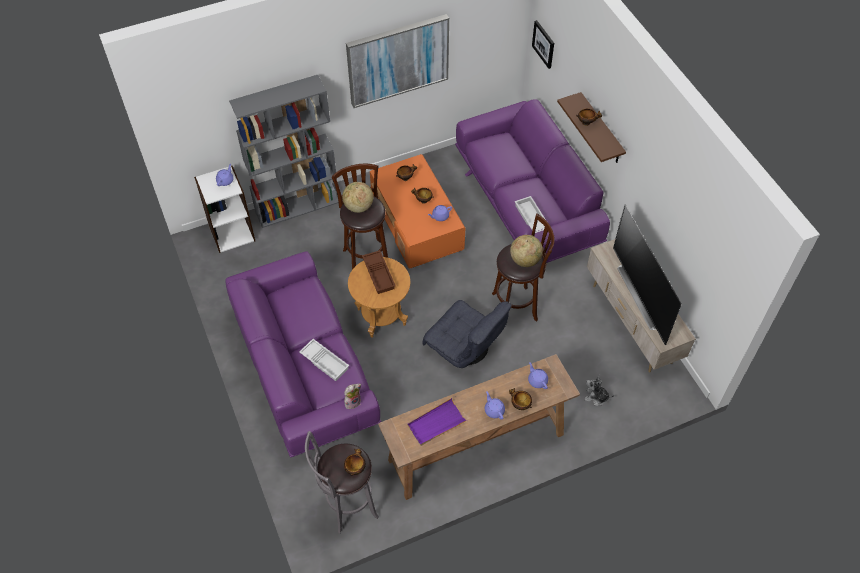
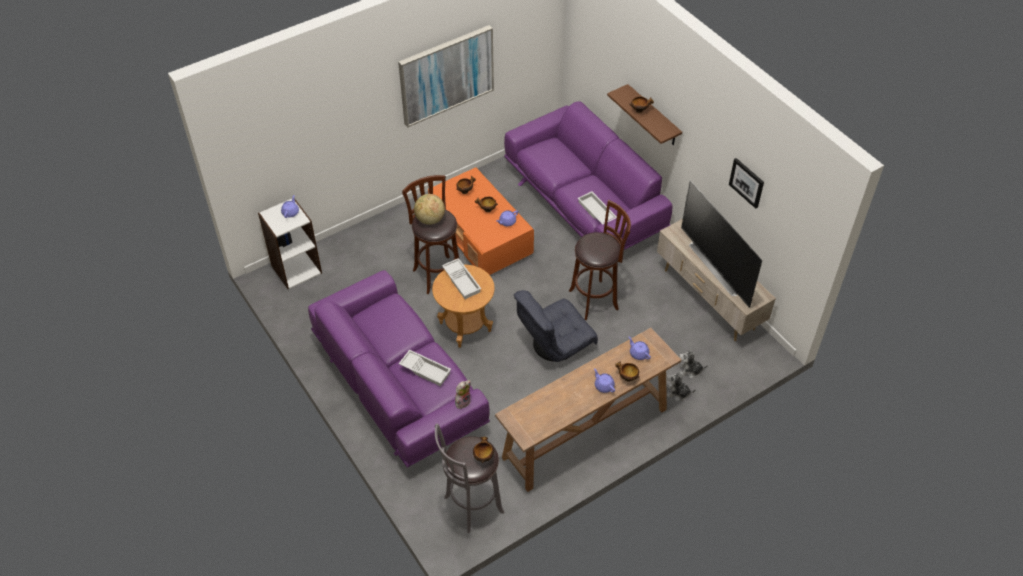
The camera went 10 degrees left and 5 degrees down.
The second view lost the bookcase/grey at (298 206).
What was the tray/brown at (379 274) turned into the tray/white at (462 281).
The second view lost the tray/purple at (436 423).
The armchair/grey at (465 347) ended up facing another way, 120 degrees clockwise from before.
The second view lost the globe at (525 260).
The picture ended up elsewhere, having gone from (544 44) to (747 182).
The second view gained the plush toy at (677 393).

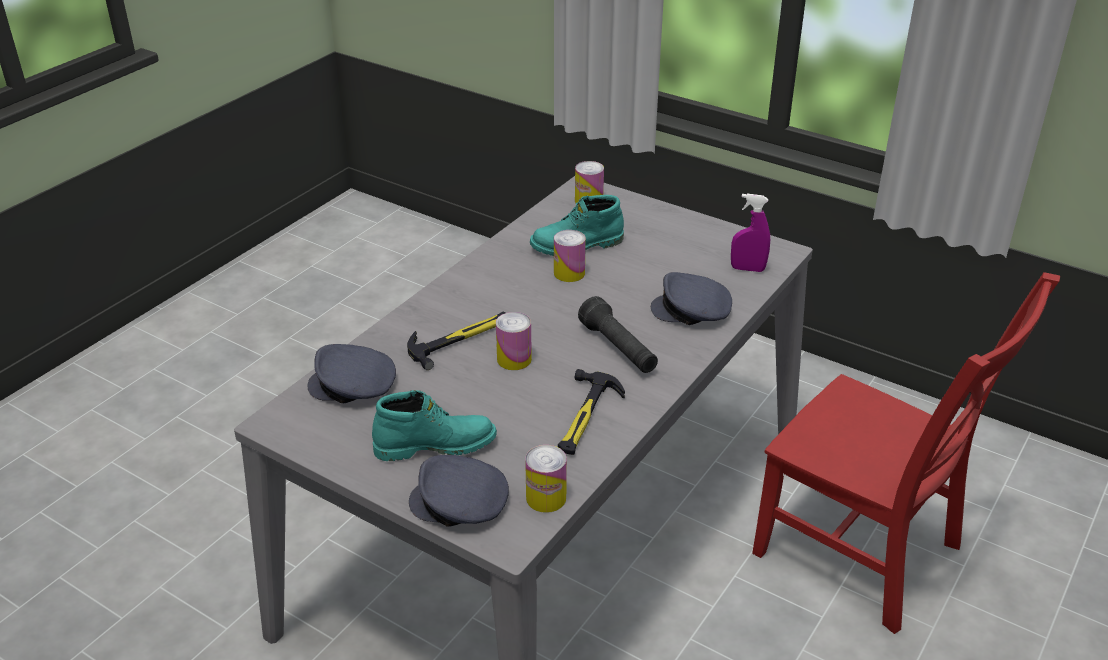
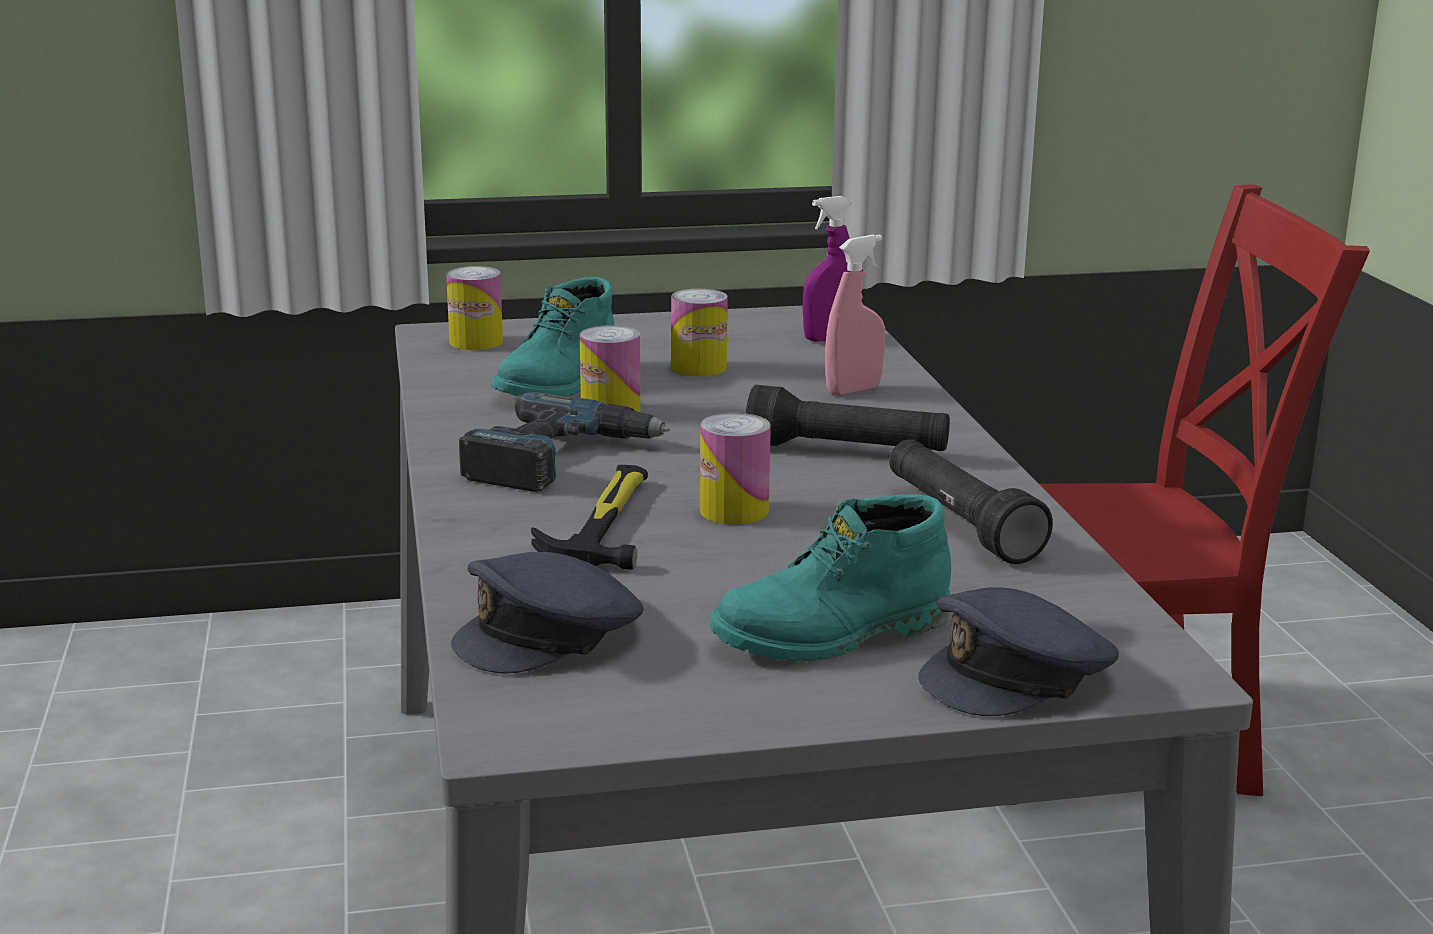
The camera went 45 degrees left and 15 degrees down.
The boot/turquoise at (435 444) ended up facing another way, 150 degrees counterclockwise from before.
The can ended up elsewhere, having gone from (546 498) to (699 367).
Where the hammer stood at (585 417), the flashlight/black came to stand at (959 523).
Where the cap/grey stood at (692 311), the spray bottle/pink came to stand at (853 390).
The second view gained the power drill at (560 459).

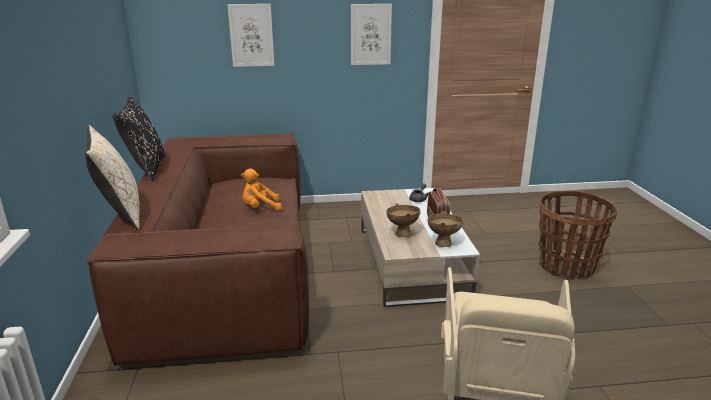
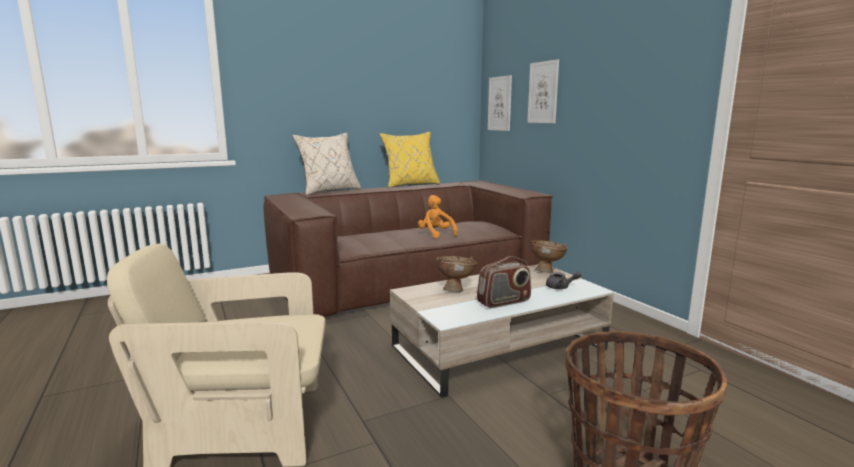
The camera went 70 degrees right and 10 degrees down.
What was the pillow/black at (146 169) turned into the pillow/yellow at (410 185).
The picture ended up elsewhere, having gone from (370 34) to (499 103).
The bowl/brown ended up elsewhere, having gone from (443 242) to (548 271).

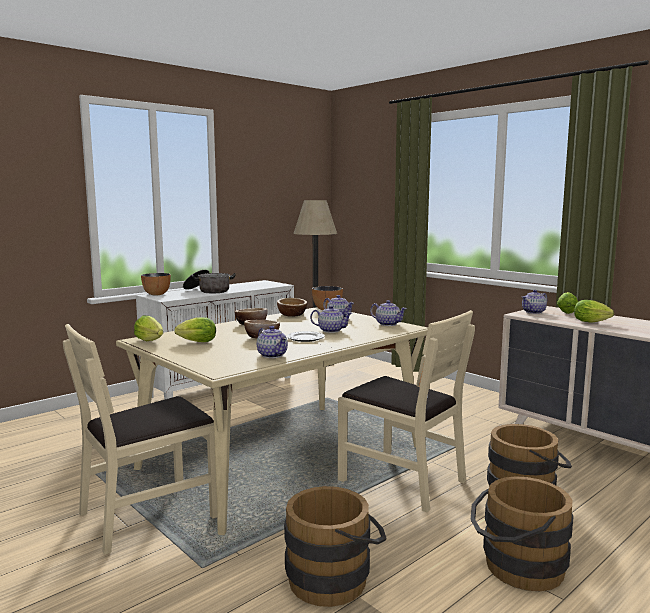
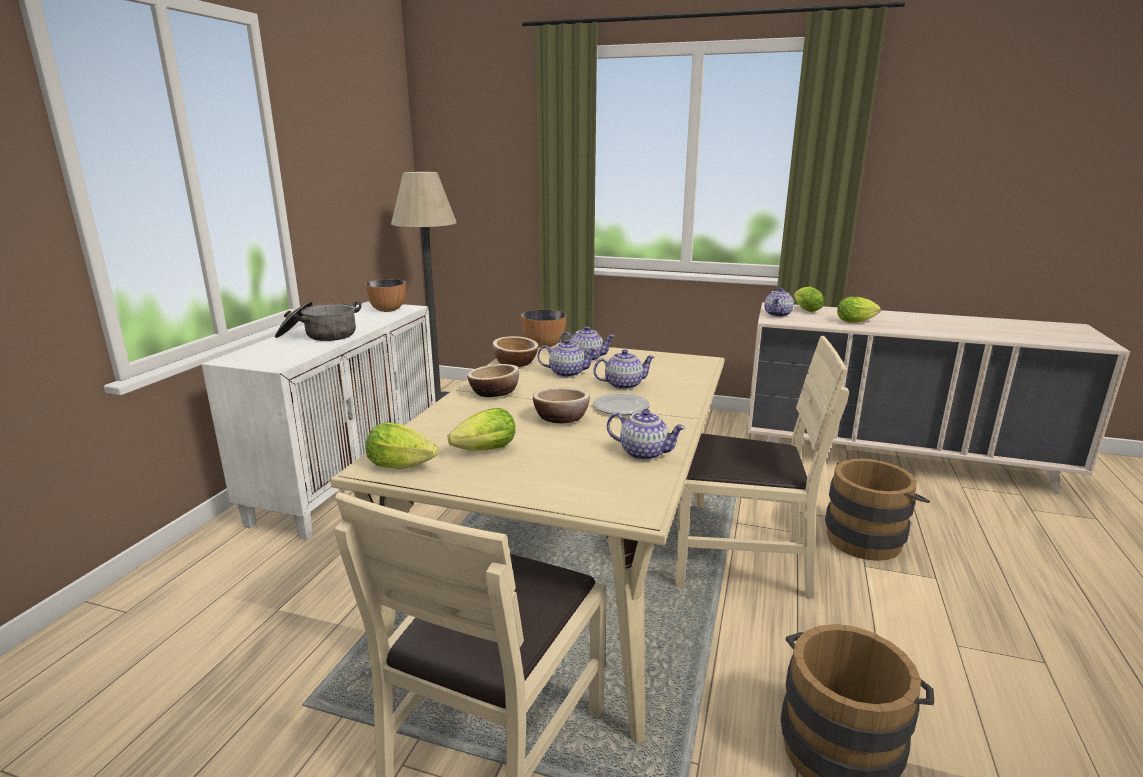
The camera went 30 degrees left and 10 degrees up.
The bowl ended up elsewhere, having gone from (157 294) to (388 310).
The teapot ended up elsewhere, having gone from (387 324) to (567 373).
The second view lost the bucket/brown at (516 567).

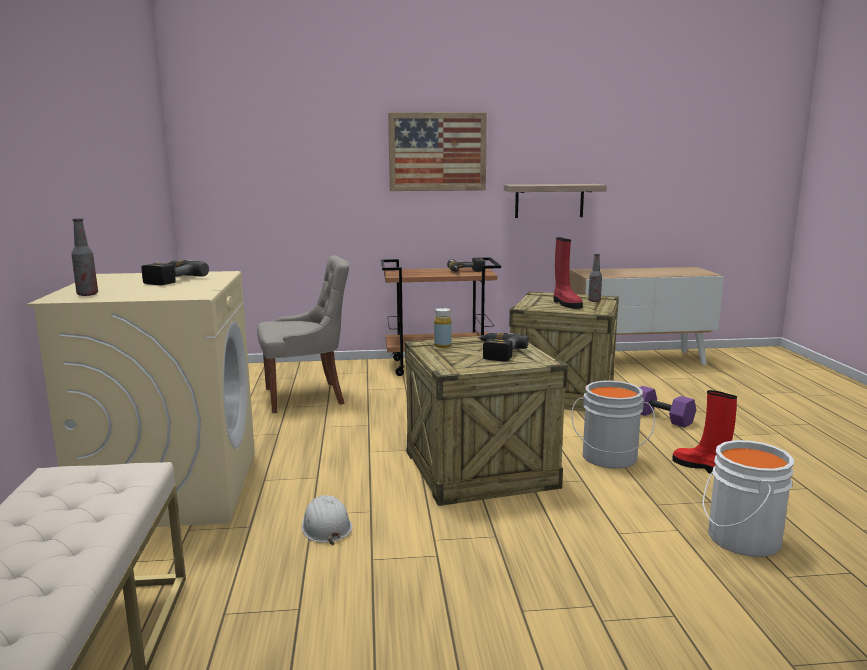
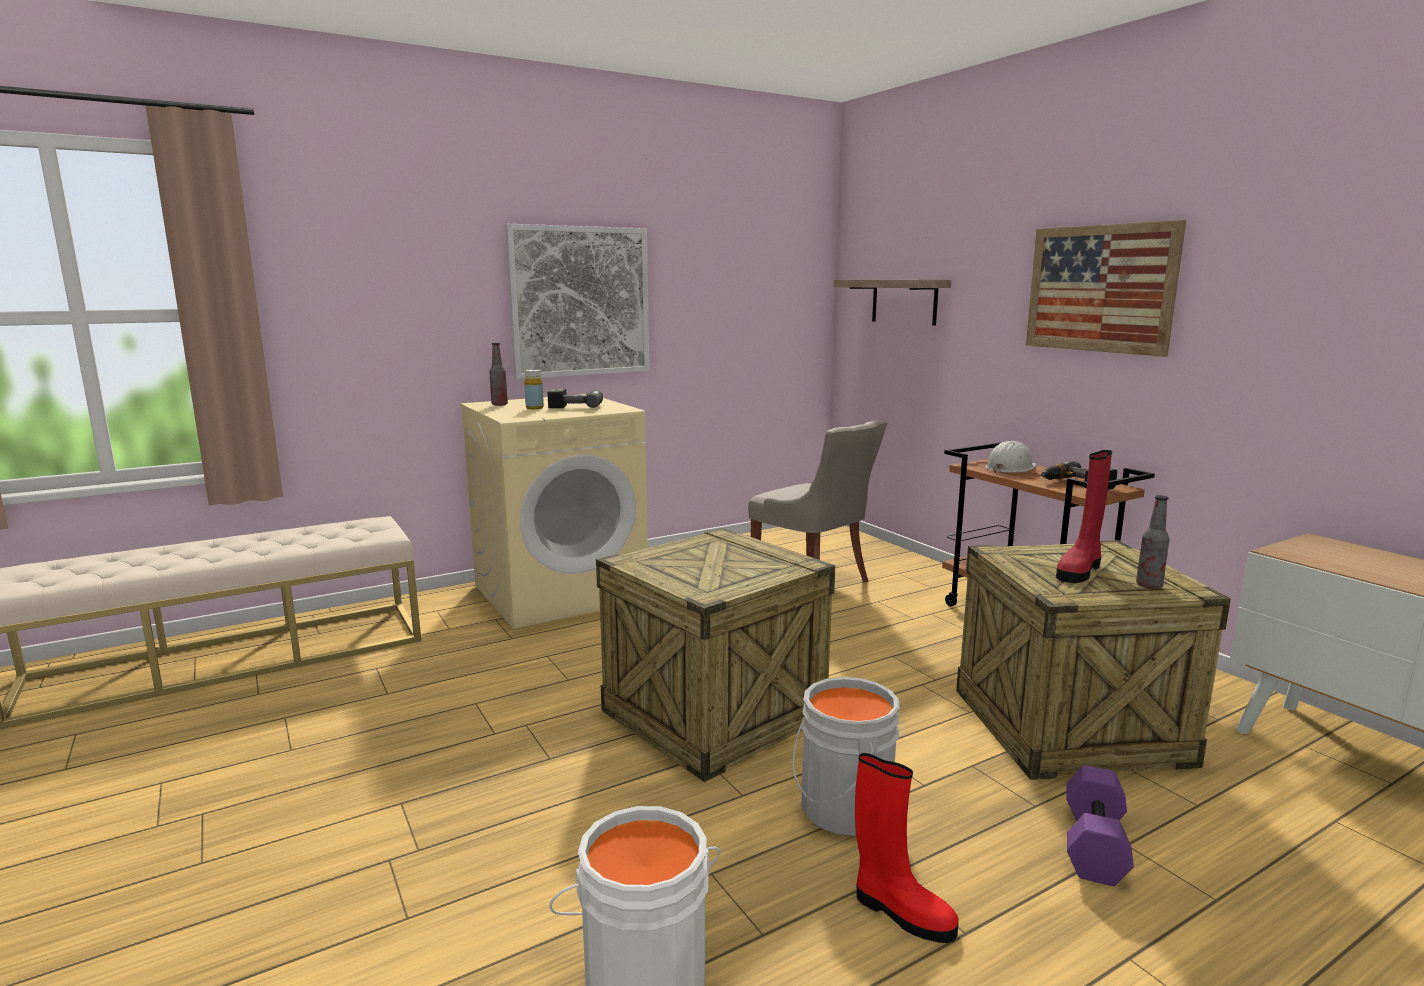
The camera went 65 degrees right and 0 degrees up.
The hard hat/white ended up elsewhere, having gone from (325 527) to (1010 468).
The bottle/yellow ended up elsewhere, having gone from (442 345) to (534 408).
The second view lost the power drill at (496 353).
The shelf ended up elsewhere, having gone from (549 200) to (904 301).
The boot/red at (700 467) ended up facing another way, 105 degrees clockwise from before.
The second view gained the picture at (580 302).

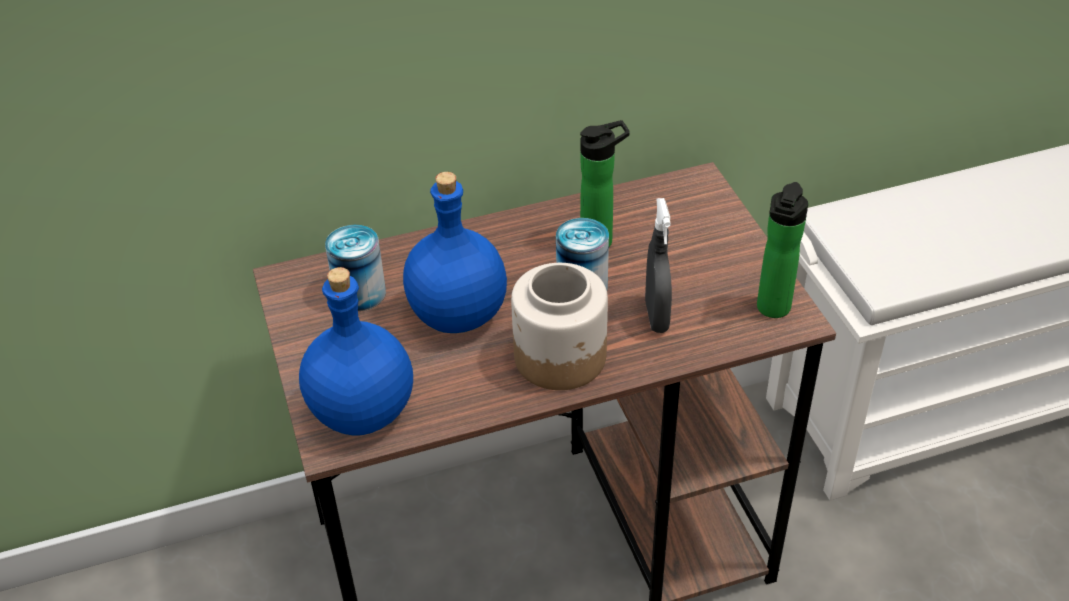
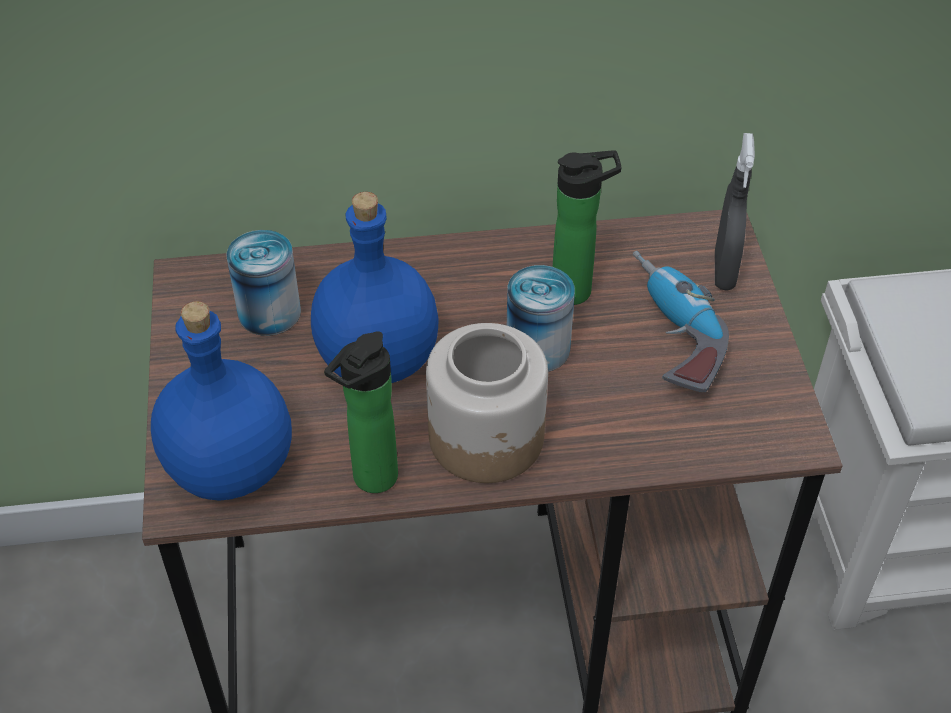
The camera went 10 degrees right and 5 degrees up.
The spray bottle/grey ended up elsewhere, having gone from (656 316) to (724 271).
The bottle ended up elsewhere, having gone from (772 310) to (370 481).
The second view gained the power drill at (668 334).

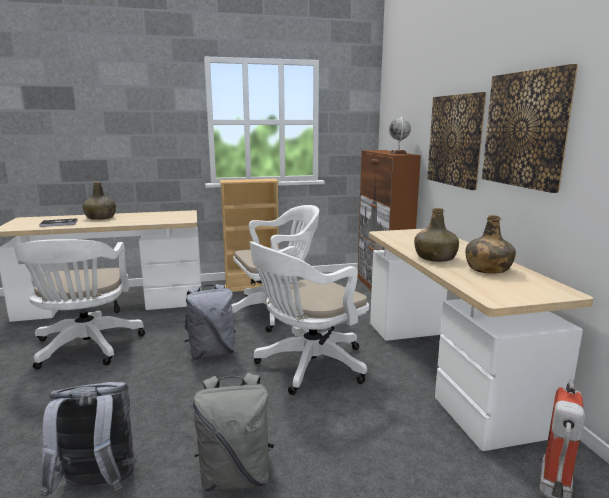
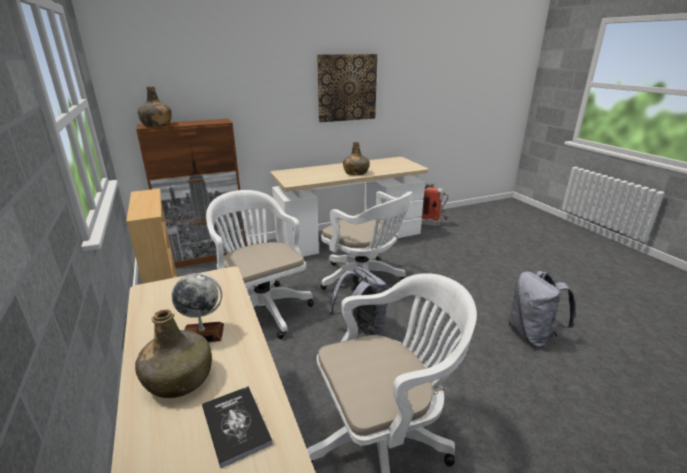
The camera went 100 degrees left and 10 degrees up.
The second view lost the backpack/grey at (236 476).
The globe ended up elsewhere, having gone from (398 153) to (203 334).
The second view lost the picture at (455 140).
The bottle/green ended up elsewhere, having gone from (487 269) to (157 125).

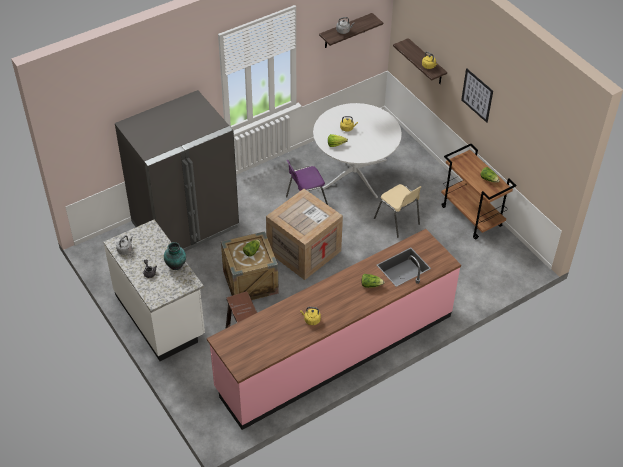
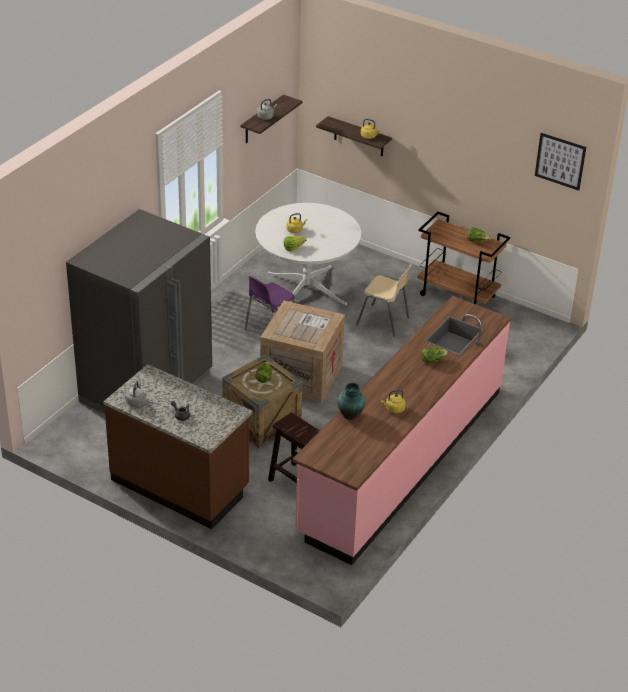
The camera went 25 degrees left and 10 degrees down.
What was the counter/white at (160 315) turned into the counter/brown at (180 484).
The vase ended up elsewhere, having gone from (176 266) to (351 415).
The picture ended up elsewhere, having gone from (477 95) to (560 161).

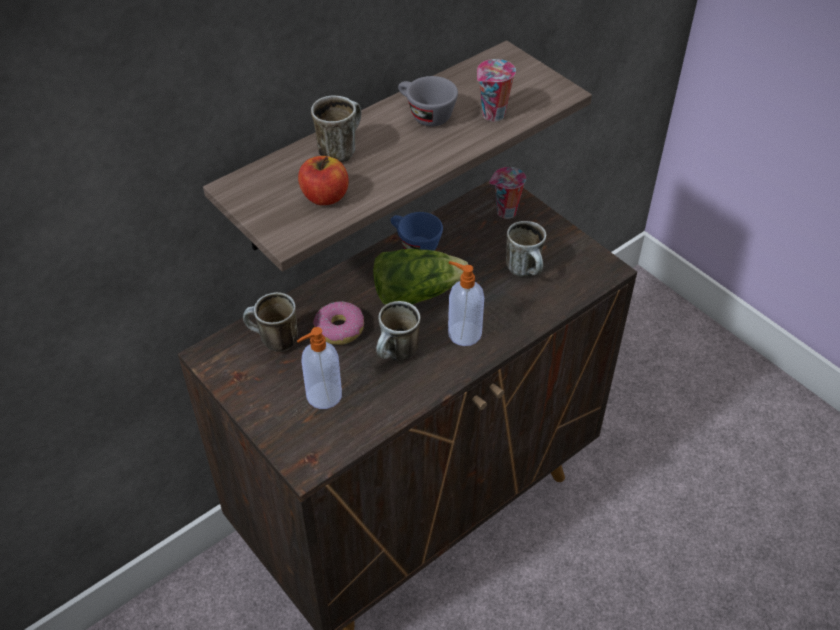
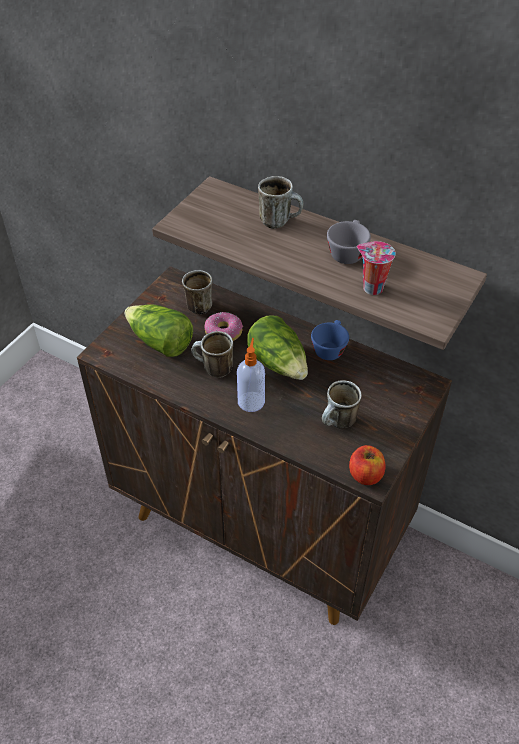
The camera went 70 degrees right and 0 degrees up.
Where the soap dispenser stood at (322 396), the lettuce came to stand at (160 342).
The apple ended up elsewhere, having gone from (324 197) to (365 475).
The second view lost the cup at (505 213).

